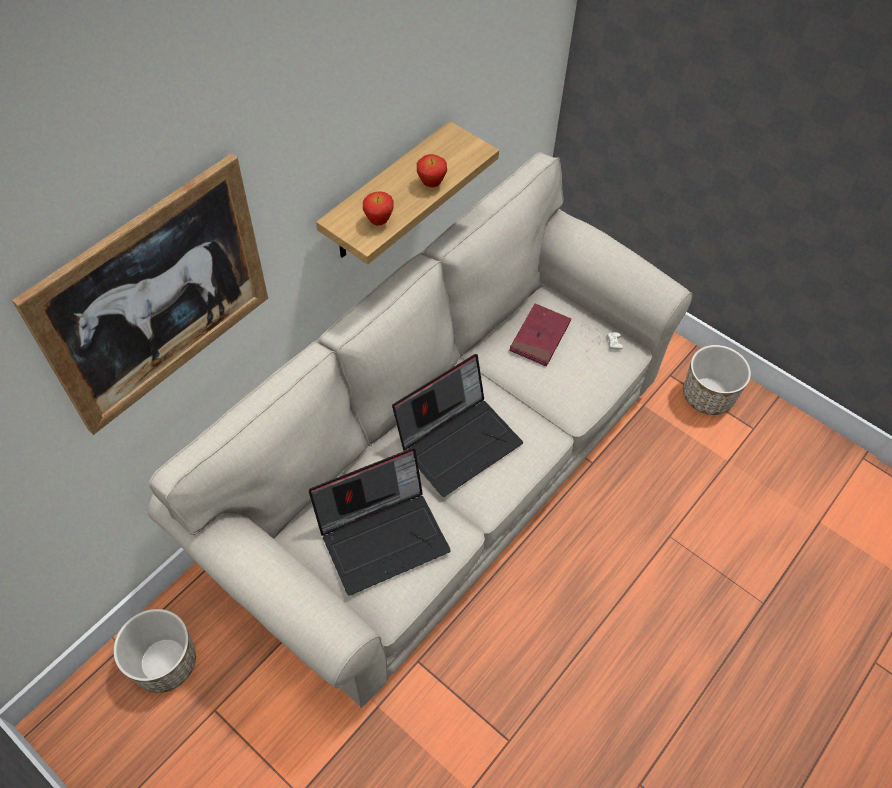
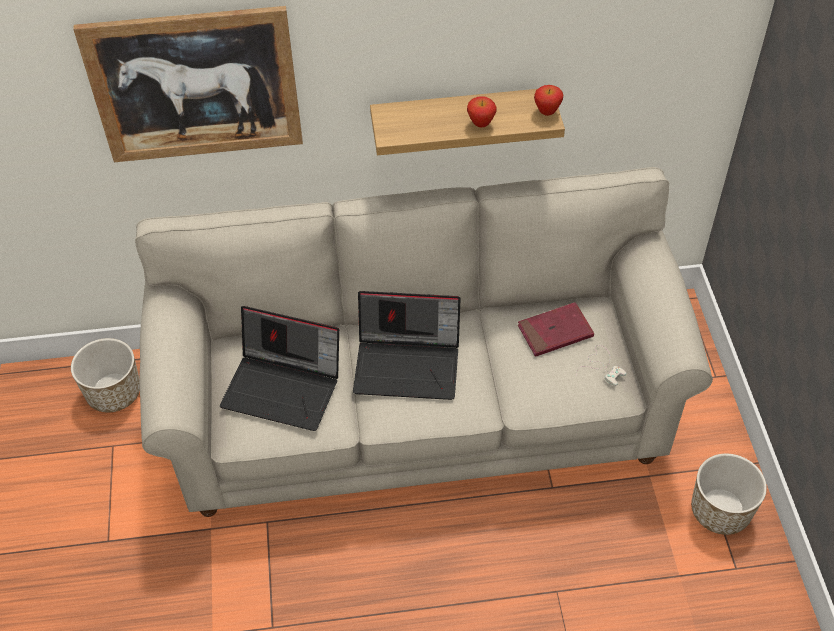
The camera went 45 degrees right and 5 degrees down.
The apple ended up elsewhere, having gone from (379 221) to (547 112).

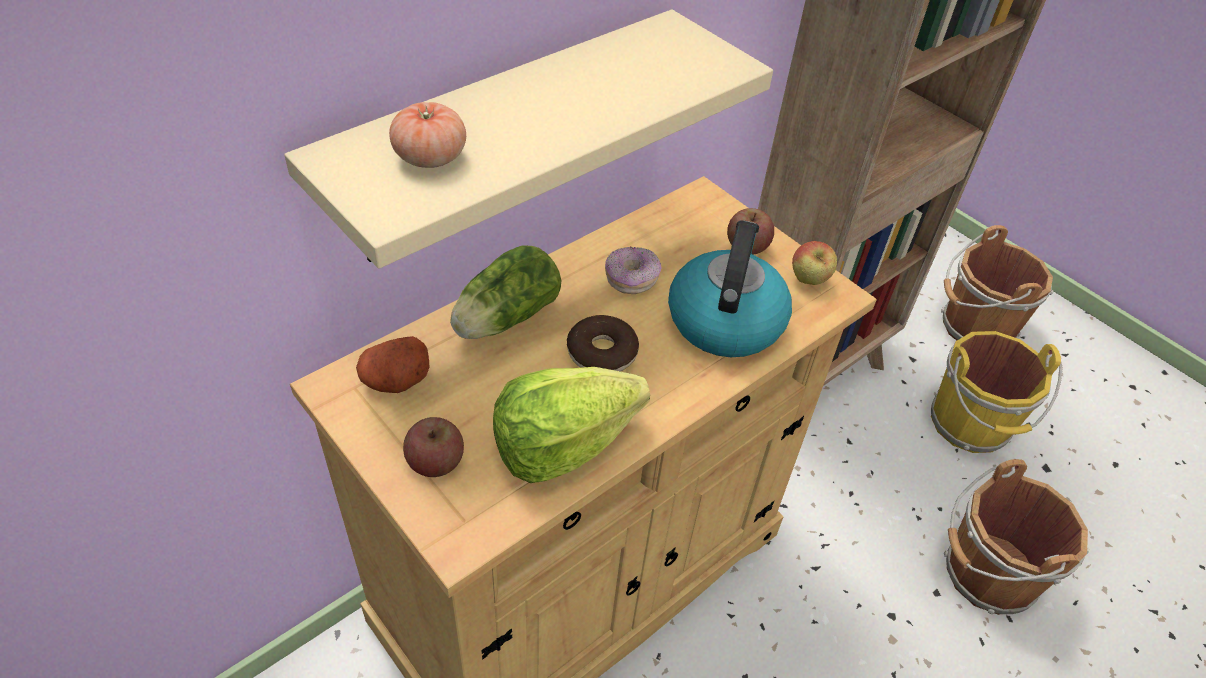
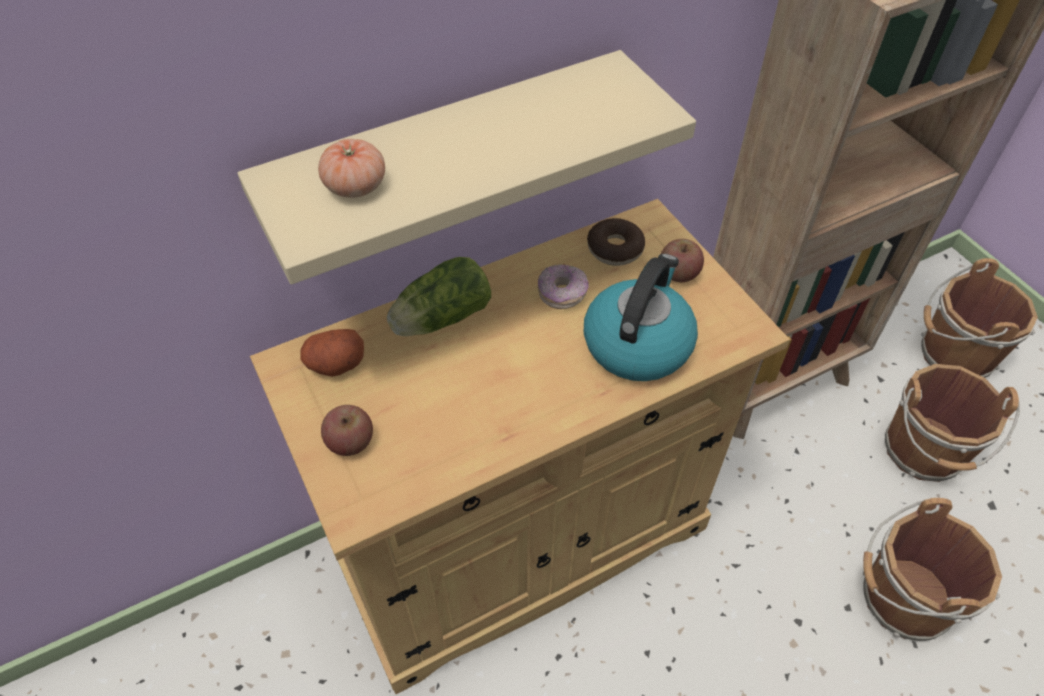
The camera went 15 degrees right and 5 degrees up.
The second view lost the lettuce at (563 446).
The donut ended up elsewhere, having gone from (602 353) to (615 249).
The second view lost the apple at (809 281).
What was the bucket/yellow at (971 426) turned into the bucket/brown at (924 453).

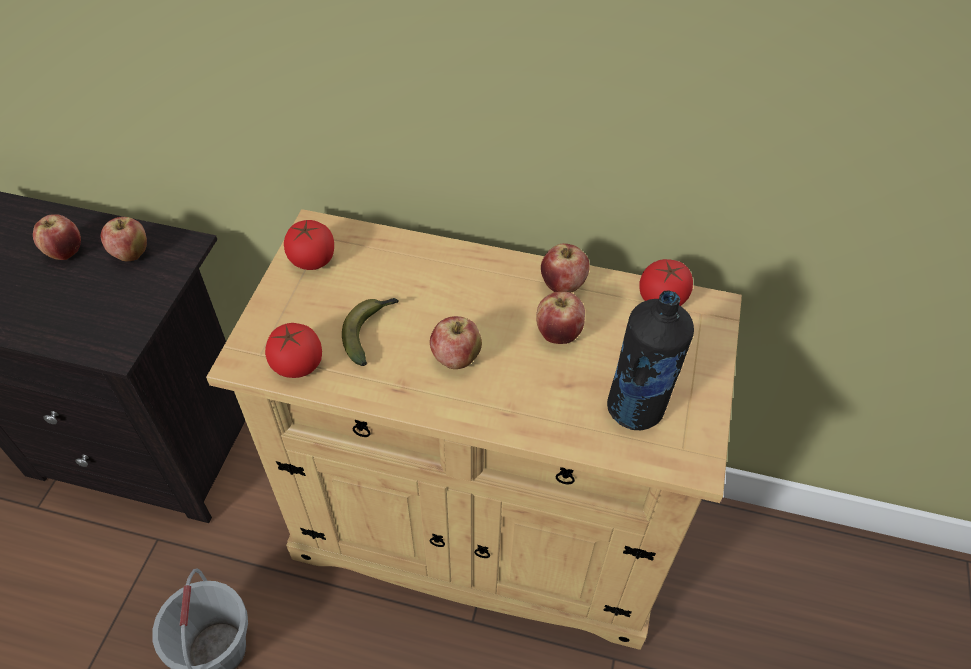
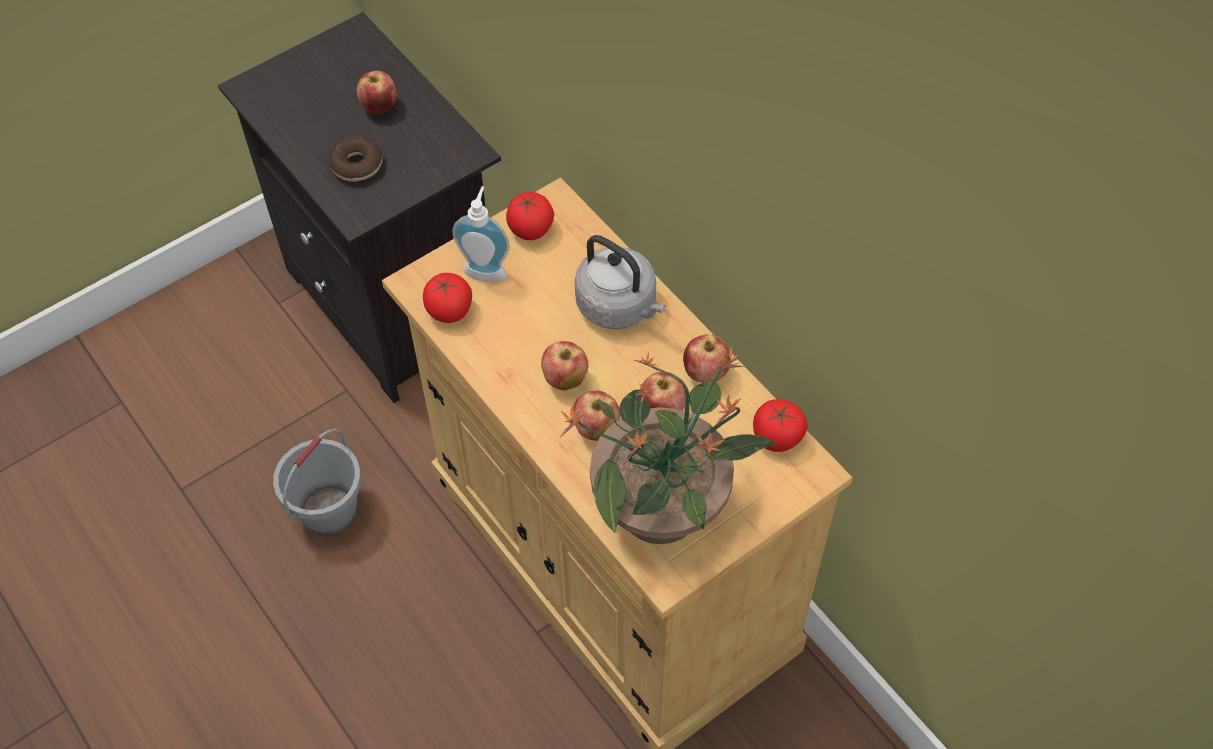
The camera went 40 degrees right and 5 degrees up.
The apple ended up elsewhere, having gone from (131 254) to (596 429).
The second view lost the banana at (370 332).
Where the bottle/black stood at (636 408), the potted plant came to stand at (663 508).
The second view gained the donut at (357 165).
The second view gained the soap dispenser at (486 269).
The second view gained the kettle/grey at (619 307).

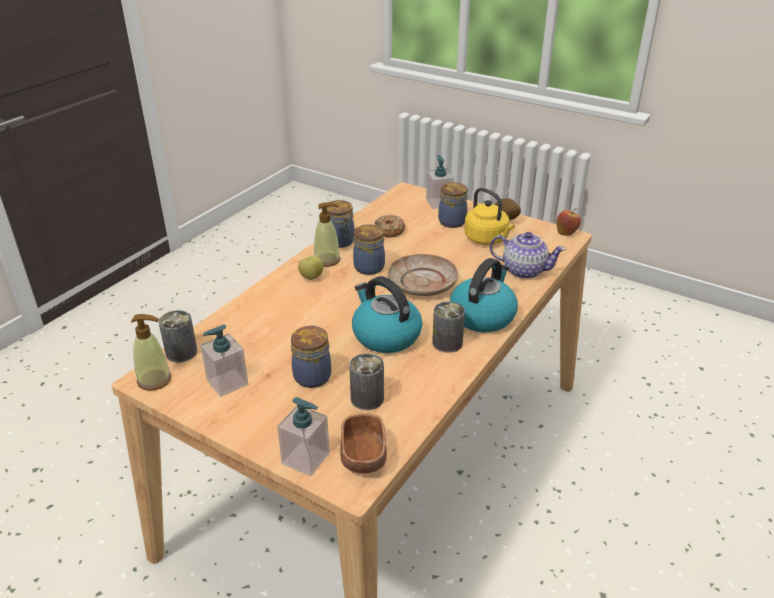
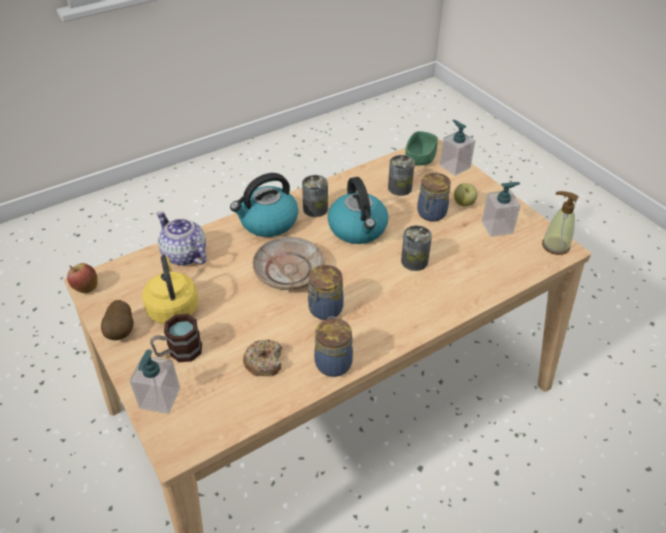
The camera went 155 degrees left and 10 degrees up.
The can ended up elsewhere, having gone from (181 352) to (414 261).
The apple ended up elsewhere, having gone from (311 277) to (463 204).
The second view lost the soap dispenser at (327 260).
What was the bowl/brown at (363 457) turned into the bowl/green at (420 158).
Where the jar stood at (453 221), the mug came to stand at (179 352).

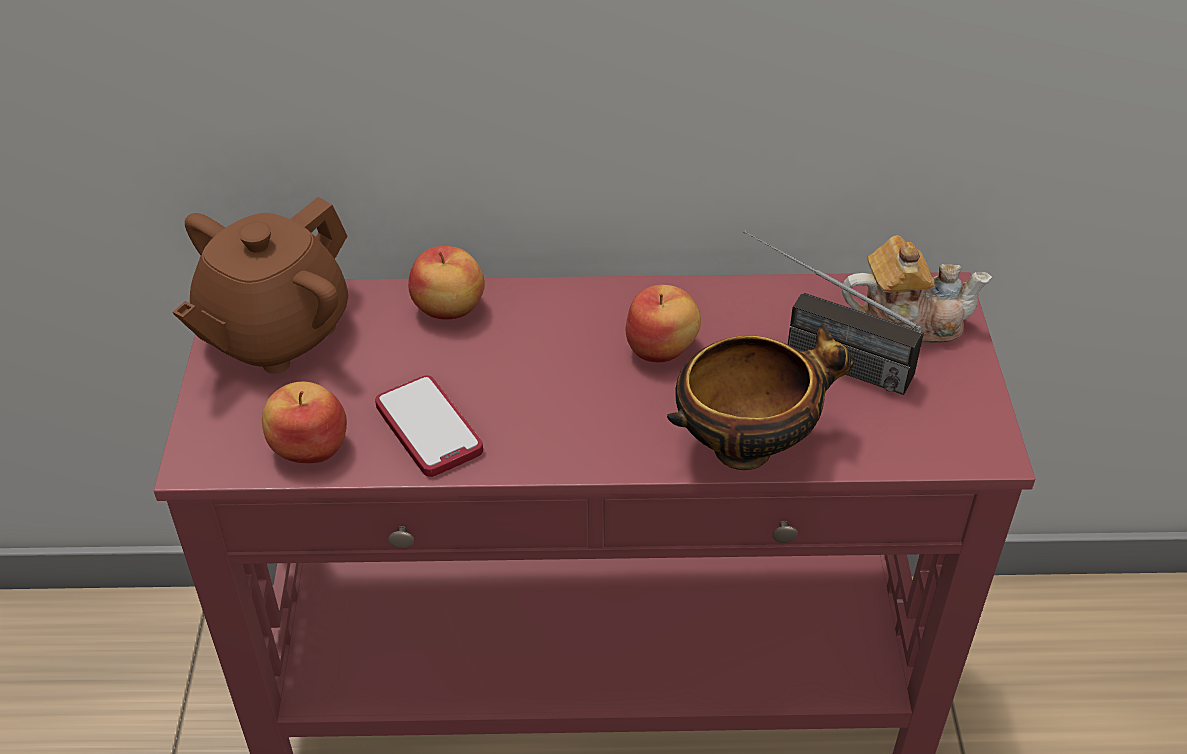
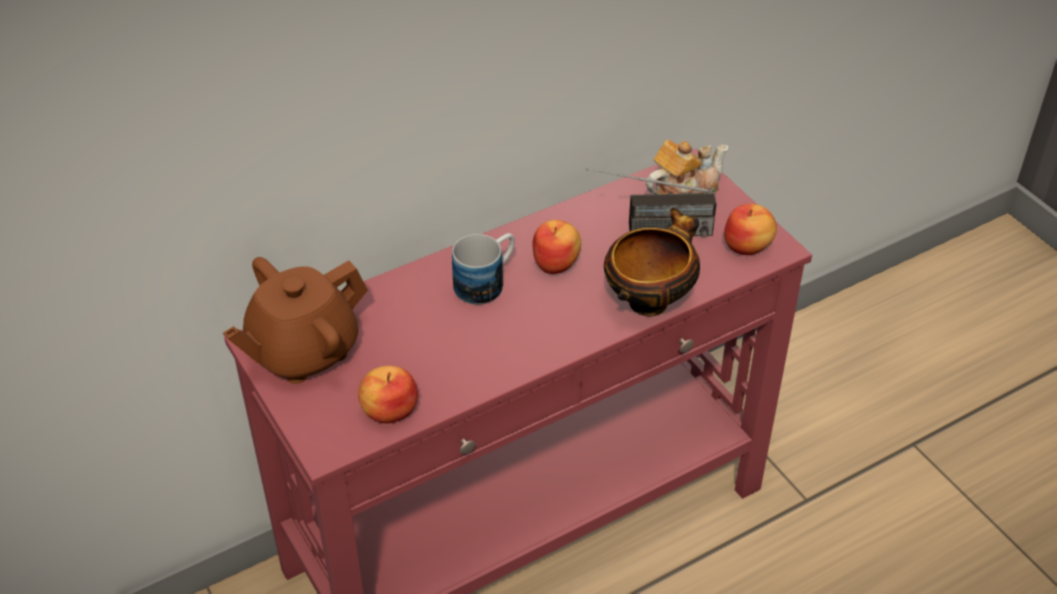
The camera went 30 degrees left and 0 degrees up.
The teapot/brown at (275 333) ended up facing another way, 45 degrees clockwise from before.
The second view lost the phone at (429 428).
The apple ended up elsewhere, having gone from (449 309) to (748 247).
The second view gained the mug at (487 282).

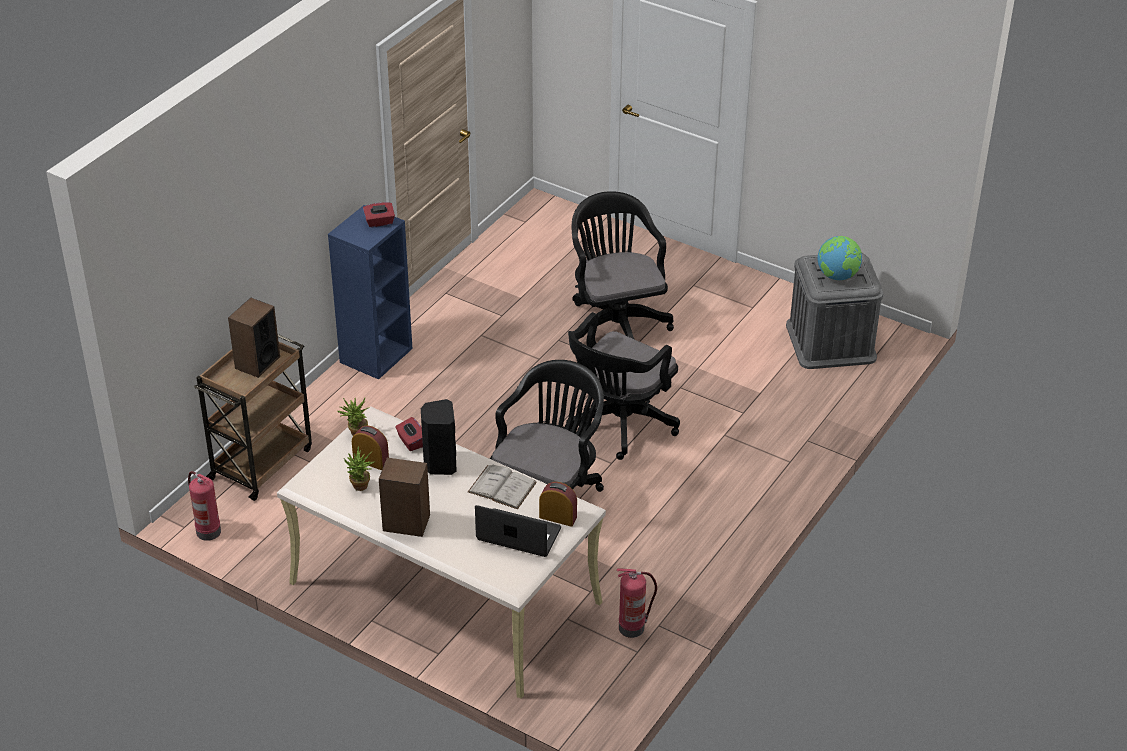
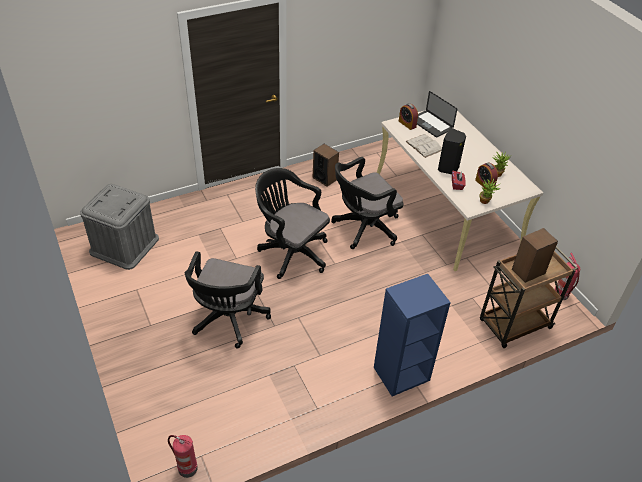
The camera went 150 degrees left and 5 degrees up.
The second view lost the tissue box/red at (379 222).
The speaker ended up elsewhere, having gone from (406 523) to (325 178).
The office chair/black at (618 425) ended up facing another way, 120 degrees counterclockwise from before.
The fire extinguisher ended up elsewhere, having gone from (632 627) to (186 468).
The second view lost the globe at (837 276).

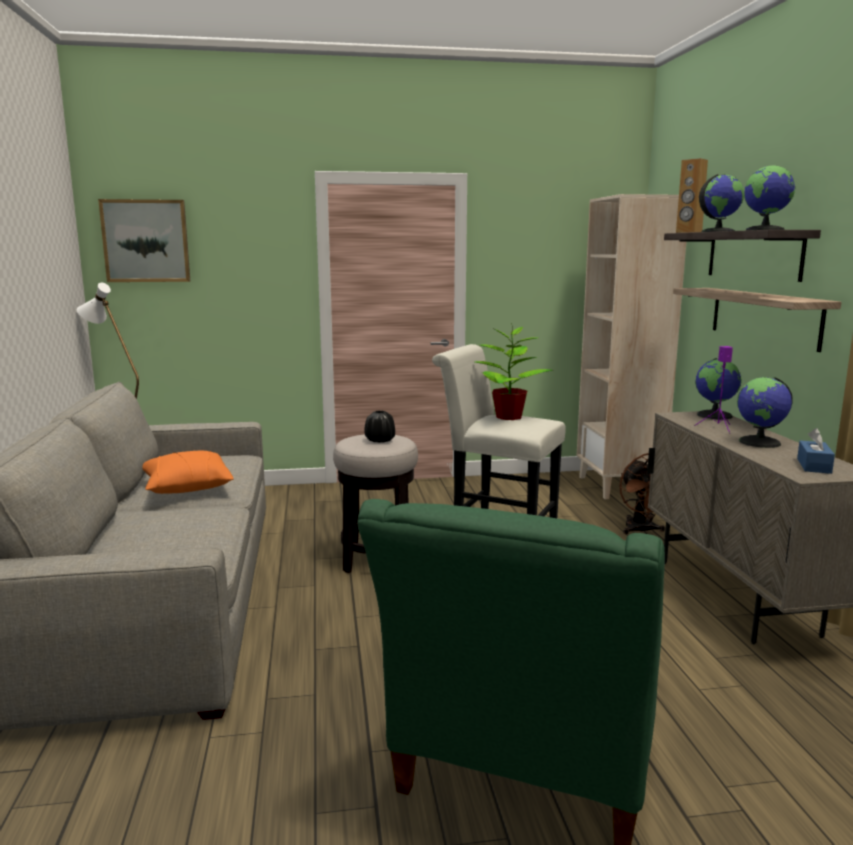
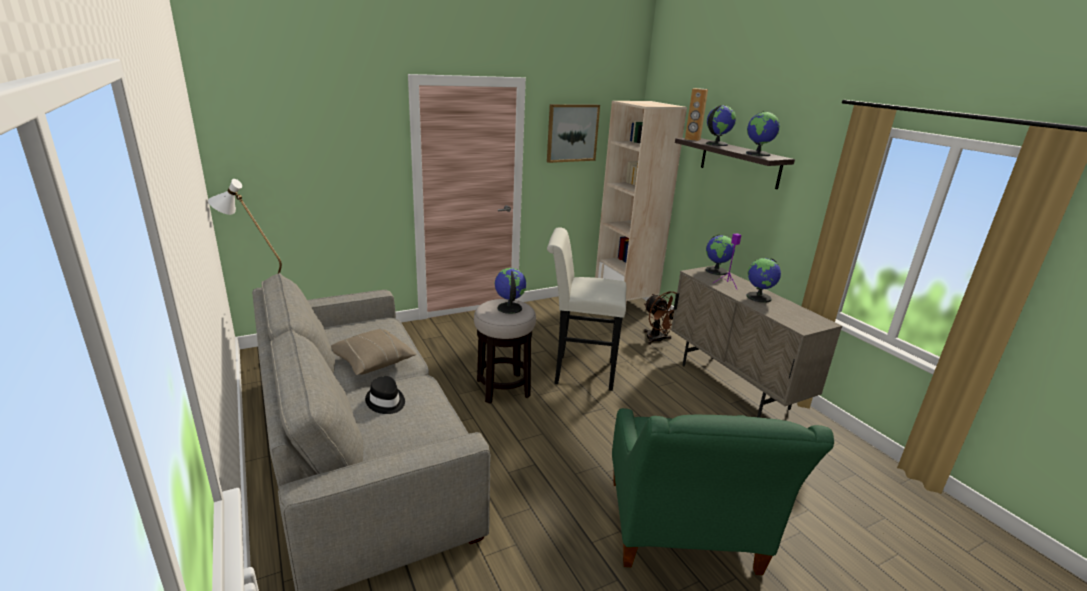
The camera went 20 degrees left and 10 degrees up.
The picture ended up elsewhere, having gone from (146 241) to (572 133).
What was the pillow/orange at (186 487) turned into the pillow/beige at (372 361).
Where the vase/black stood at (380 440), the globe came to stand at (509 308).
The second view lost the potted plant at (508 417).
The second view lost the shelf at (763 316).
The second view lost the tissue box/blue at (814 466).
The second view gained the hat/black at (385 402).

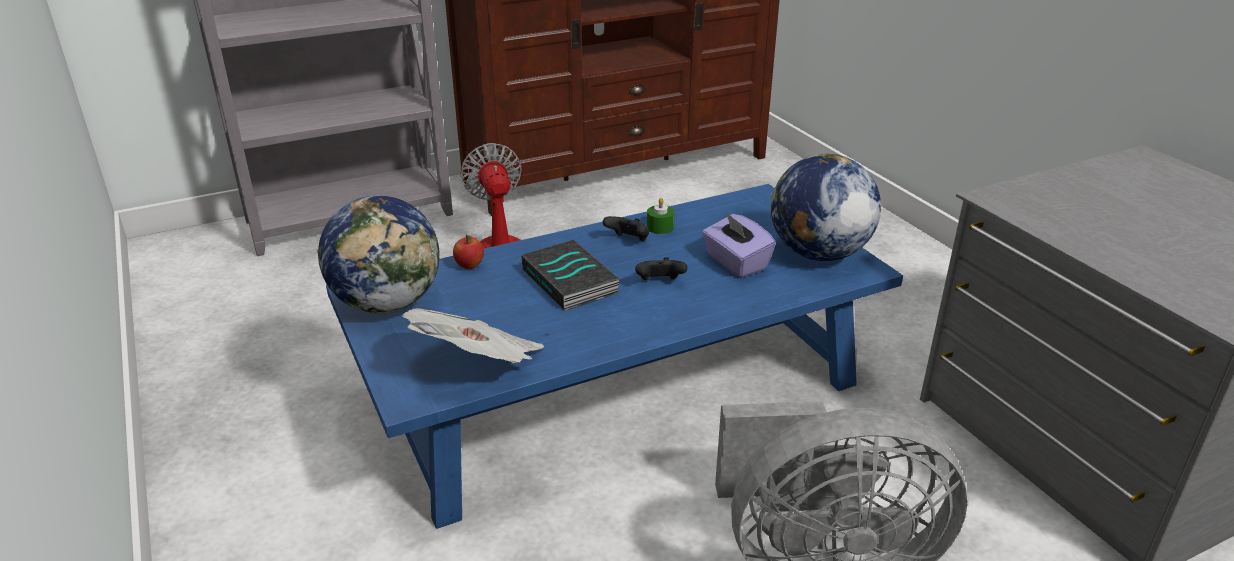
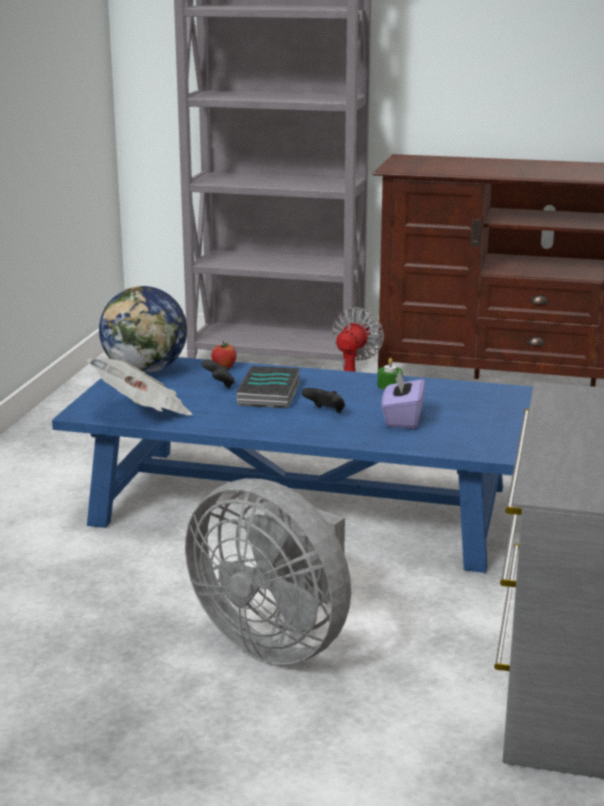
The camera went 40 degrees right and 10 degrees down.
The game controller/black ended up elsewhere, having gone from (628 241) to (219 385).
The second view lost the globe at (818 254).

